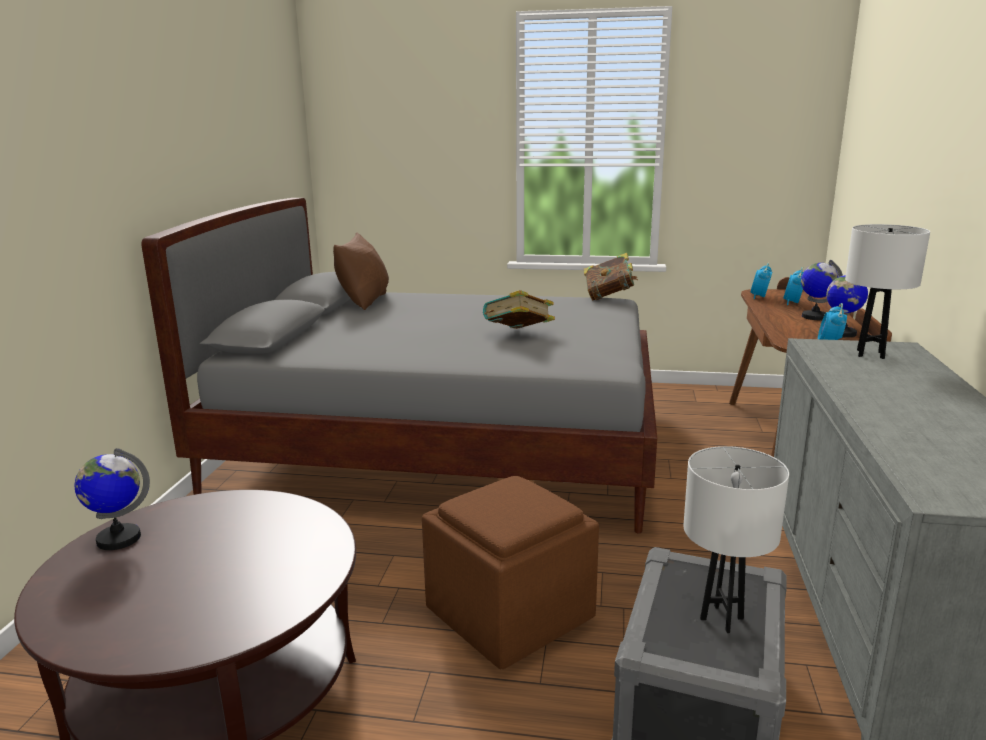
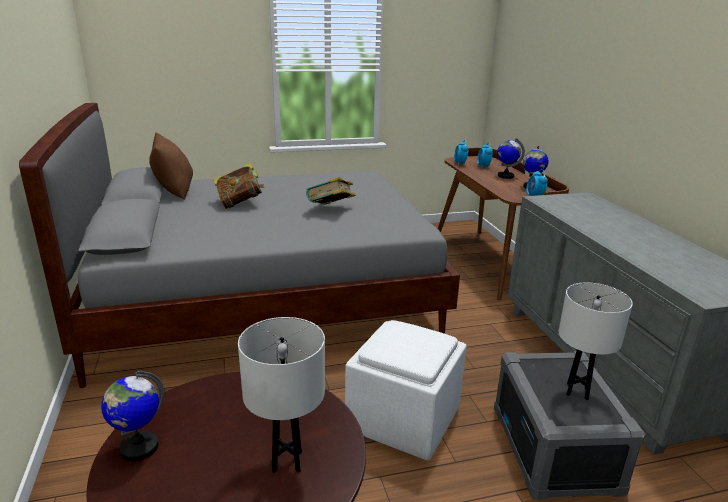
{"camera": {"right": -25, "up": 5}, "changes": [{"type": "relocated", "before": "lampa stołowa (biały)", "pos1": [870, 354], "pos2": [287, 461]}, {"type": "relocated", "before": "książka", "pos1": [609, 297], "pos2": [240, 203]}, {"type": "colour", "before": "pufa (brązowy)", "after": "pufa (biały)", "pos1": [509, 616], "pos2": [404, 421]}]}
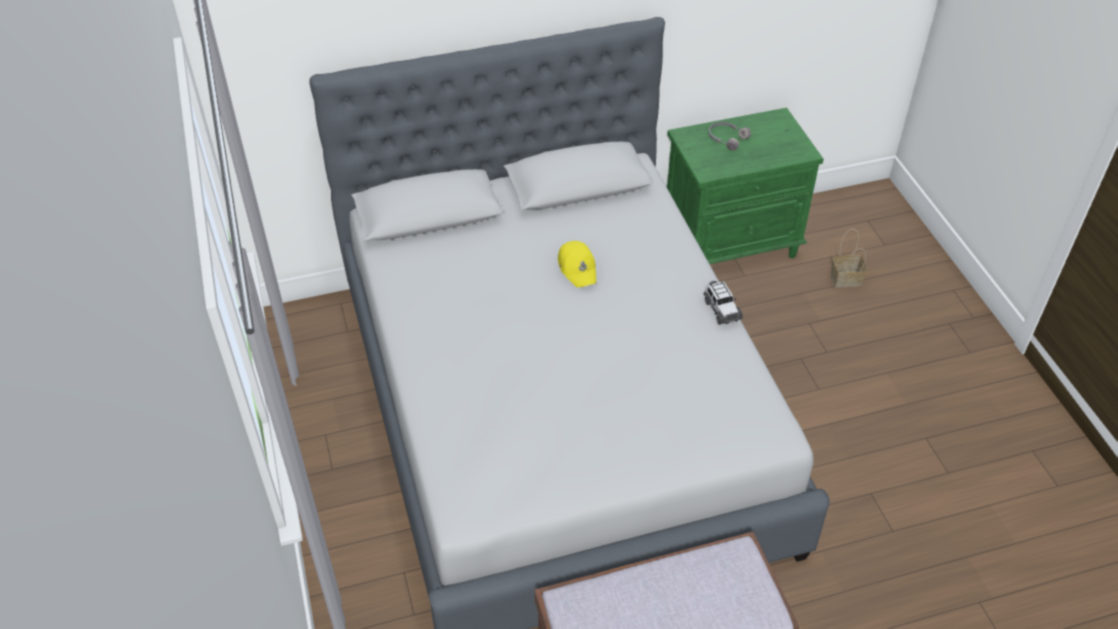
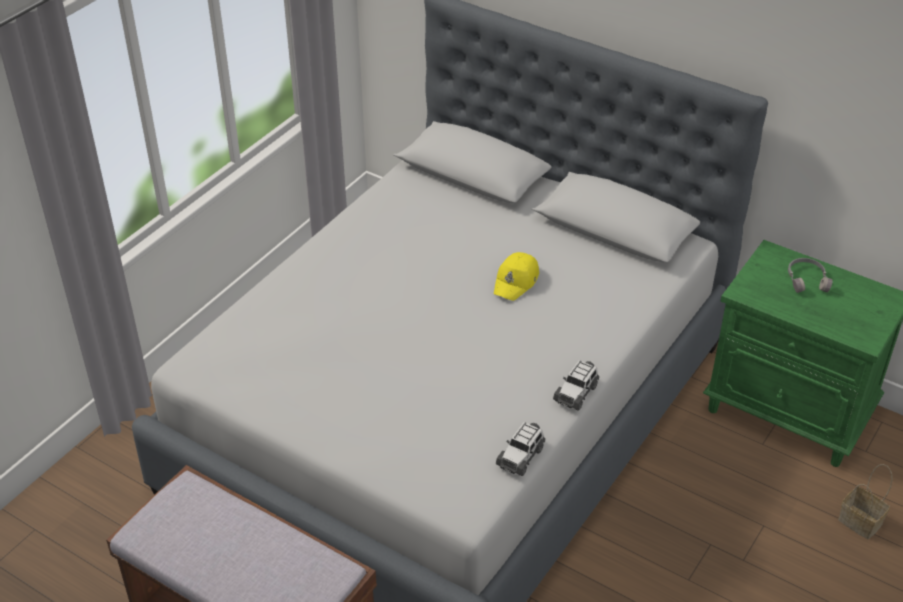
{"camera": {"right": 50, "up": -5}, "changes": [{"type": "appeared", "after": "samochodzik", "pos2": [521, 456]}]}
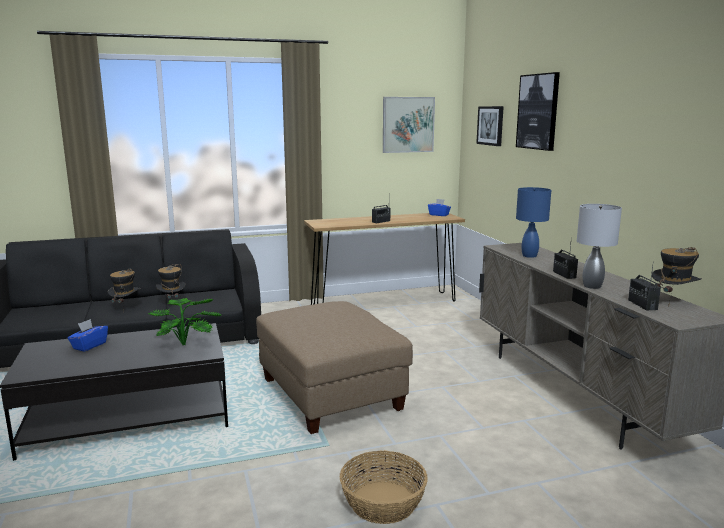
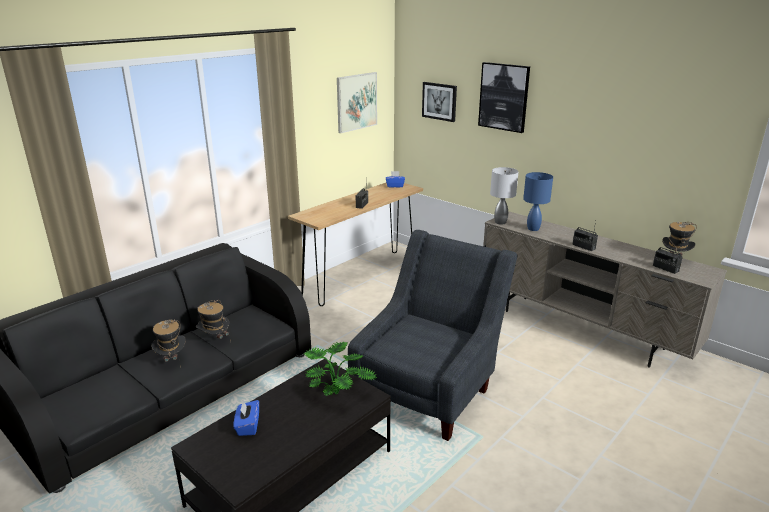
{"camera": {"right": -30, "up": 10}, "changes": [{"type": "relocated", "before": "lampa stołowa (szary)", "pos1": [591, 286], "pos2": [500, 222]}, {"type": "exchanged", "before": "pufa (beżowy)", "after": "fotel (szary)", "pos1": [331, 395], "pos2": [430, 389]}, {"type": "missing", "before": "koszyk", "pos1": [382, 502]}]}
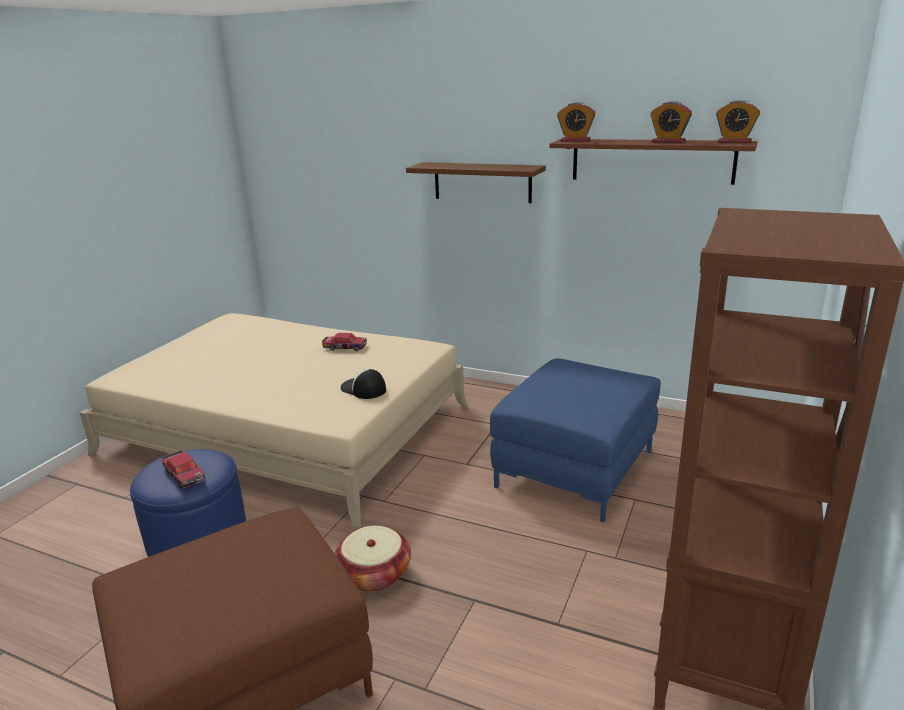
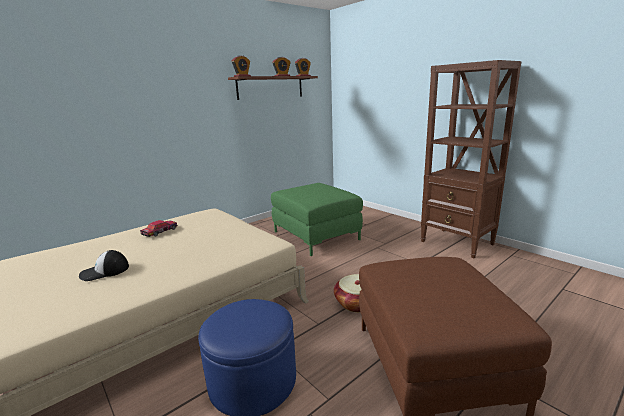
{"camera": {"right": -65, "up": -5}, "changes": [{"type": "missing", "before": "półka (brązowy)", "pos1": [482, 182]}, {"type": "colour", "before": "pufa (niebieski)", "after": "pufa (zielony)", "pos1": [575, 468], "pos2": [315, 235]}, {"type": "relocated", "before": "czapka z daszkiem", "pos1": [363, 389], "pos2": [104, 271]}, {"type": "missing", "before": "samochodzik", "pos1": [184, 475]}]}
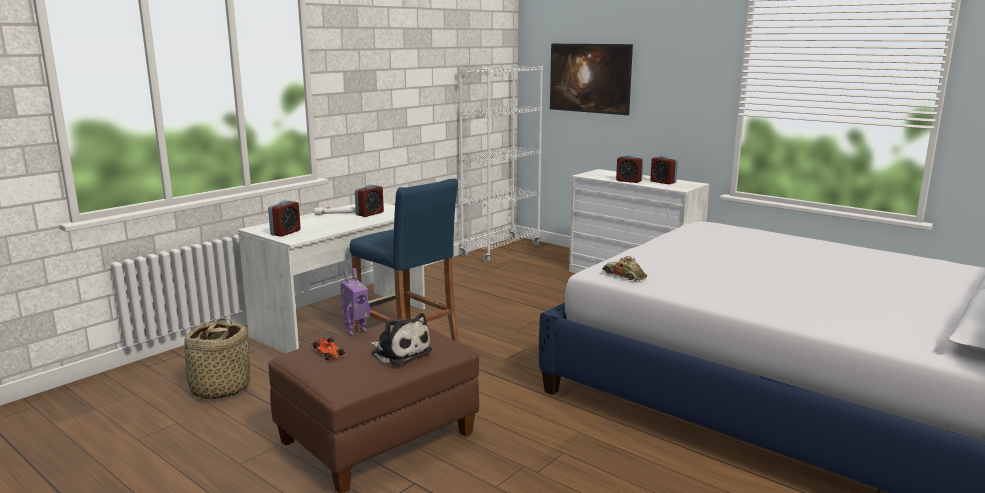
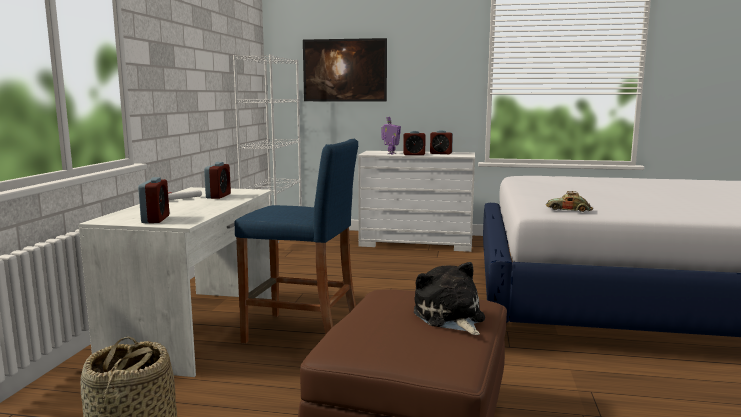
{"camera": {"right": -30, "up": -5}, "changes": [{"type": "relocated", "before": "robot zabawkowy", "pos1": [355, 331], "pos2": [390, 153]}, {"type": "spun", "before": "pluszak", "pos1": [399, 352], "pos2": [450, 317], "turn": -120}, {"type": "missing", "before": "samochodzik", "pos1": [329, 353]}]}
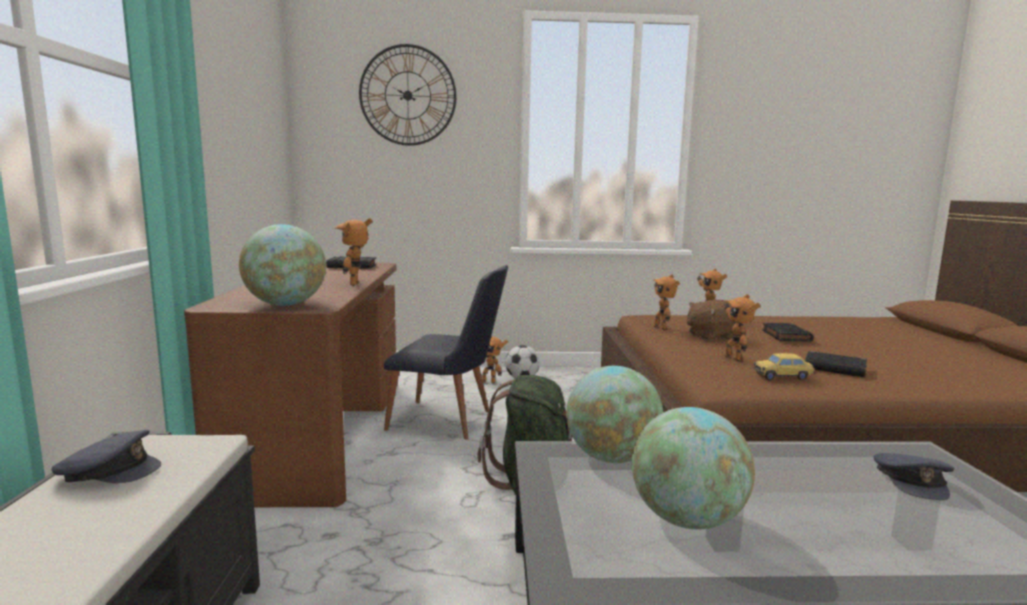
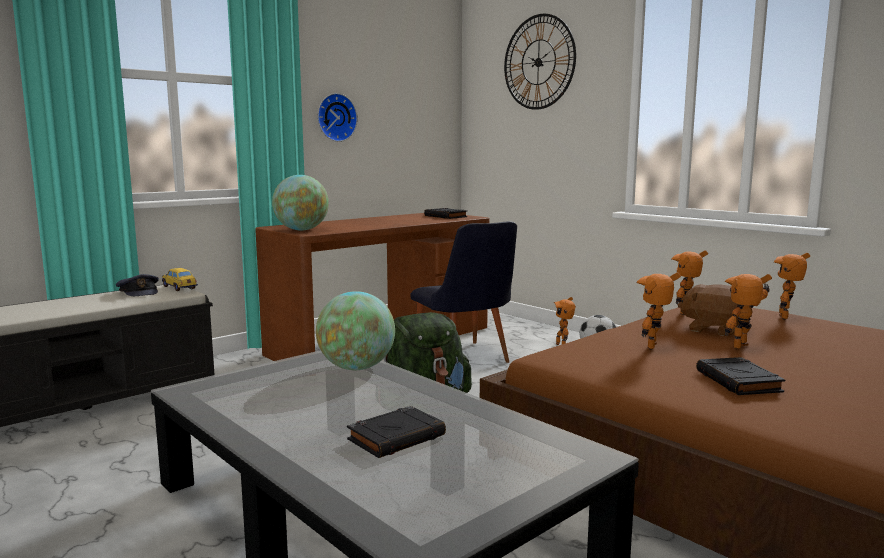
{"camera": {"right": 50, "up": 0}, "changes": [{"type": "relocated", "before": "robot zabawkowy", "pos1": [358, 284], "pos2": [744, 347]}, {"type": "relocated", "before": "książka (czarny)", "pos1": [785, 335], "pos2": [397, 437]}, {"type": "relocated", "before": "samochodzik", "pos1": [782, 377], "pos2": [180, 288]}, {"type": "missing", "before": "globus", "pos1": [687, 519]}, {"type": "missing", "before": "czapka z daszkiem (szary)", "pos1": [912, 481]}, {"type": "appeared", "after": "zegar ścienny", "pos2": [335, 117]}]}
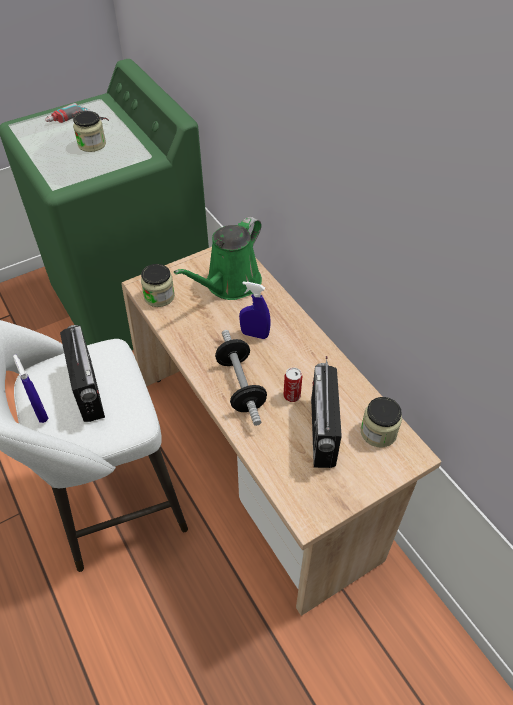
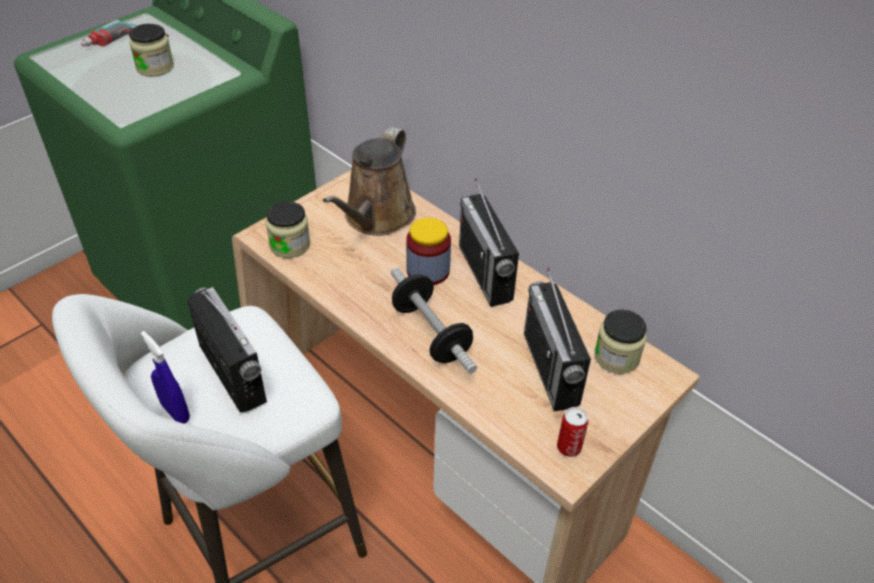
{"camera": {"right": -15, "up": -5}, "changes": [{"type": "colour", "before": "konewka (zielony)", "after": "konewka (brązowy)", "pos1": [230, 284], "pos2": [376, 218]}, {"type": "exchanged", "before": "spryskiwacz (niebieski)", "after": "słoik", "pos1": [254, 334], "pos2": [428, 271]}, {"type": "relocated", "before": "puszka", "pos1": [292, 396], "pos2": [569, 447]}, {"type": "appeared", "after": "radio", "pos2": [485, 273]}]}
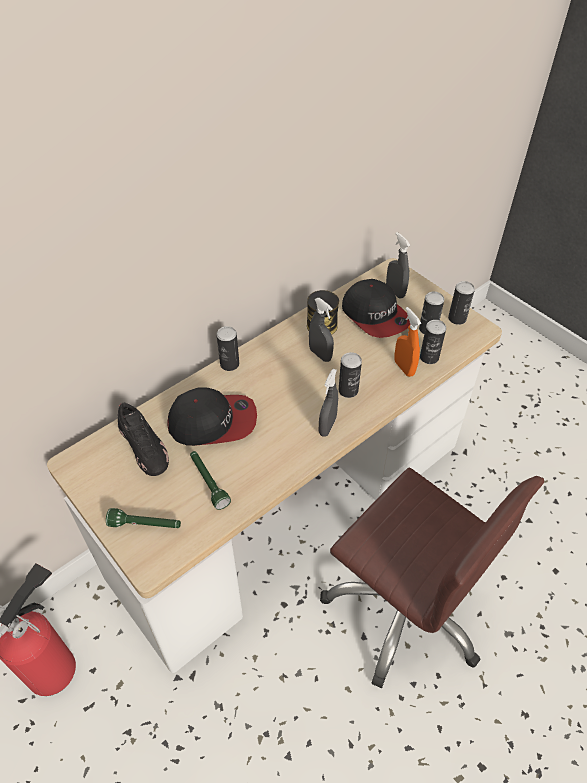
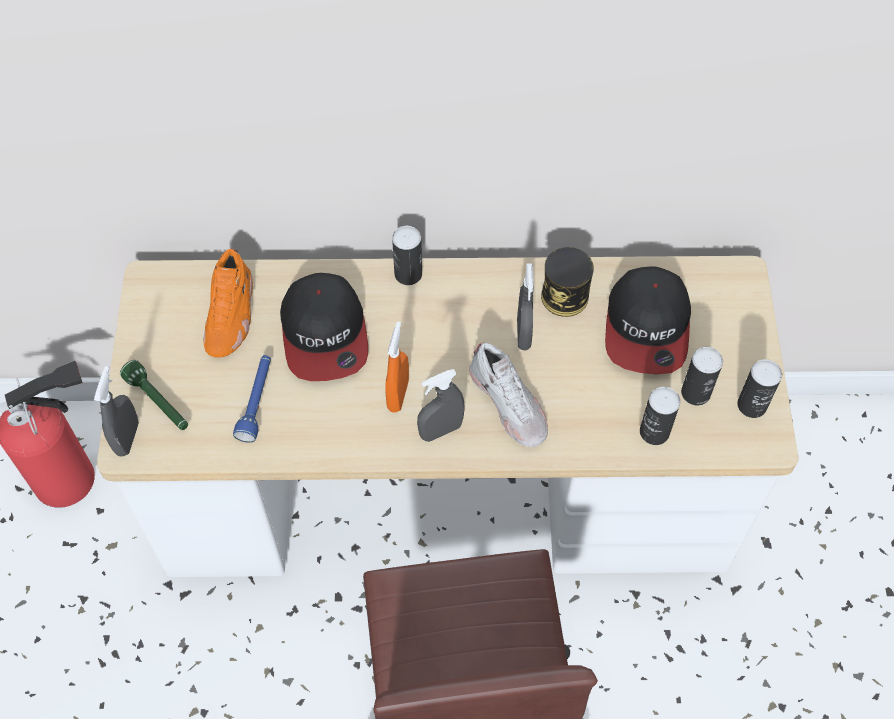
{"camera": {"right": 40, "up": 10}, "changes": [{"type": "relocated", "before": "spryskiwacz (szary)", "pos1": [395, 291], "pos2": [127, 438]}, {"type": "relocated", "before": "spryskiwacz (pomarańczowy)", "pos1": [404, 368], "pos2": [398, 395]}, {"type": "exchanged", "before": "puszka", "after": "but (biały)", "pos1": [348, 390], "pos2": [509, 404]}, {"type": "spun", "before": "czapka z daszkiem", "pos1": [213, 421], "pos2": [325, 334], "turn": 45}, {"type": "colour", "before": "but (czarny)", "after": "but (pomarańczowy)", "pos1": [145, 448], "pos2": [231, 315]}, {"type": "colour", "before": "latarka (zielony)", "after": "latarka (niebieski)", "pos1": [208, 482], "pos2": [257, 402]}]}
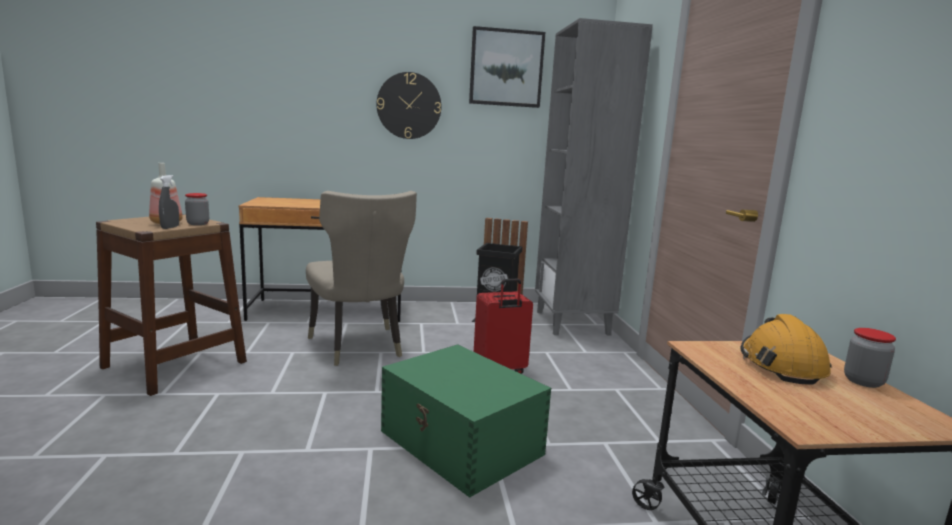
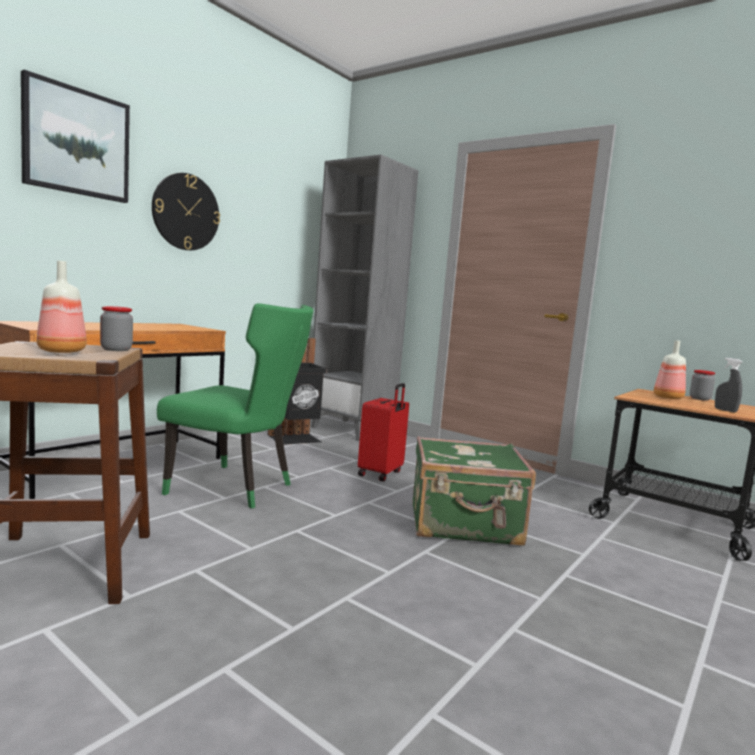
{"camera": {"right": -45, "up": -5}, "changes": [{"type": "relocated", "before": "obraz", "pos1": [506, 68], "pos2": [76, 142]}, {"type": "relocated", "before": "spryskiwacz (szary)", "pos1": [170, 227], "pos2": [725, 410]}, {"type": "colour", "before": "krzesło (beżowy)", "after": "krzesło (zielony)", "pos1": [359, 347], "pos2": [236, 488]}, {"type": "exchanged", "before": "kask (pomarańczowy)", "after": "butelka", "pos1": [781, 364], "pos2": [668, 398]}, {"type": "exchanged", "before": "pojemnik do przechowywania (zielony)", "after": "walizka (zielony)", "pos1": [461, 443], "pos2": [465, 525]}]}
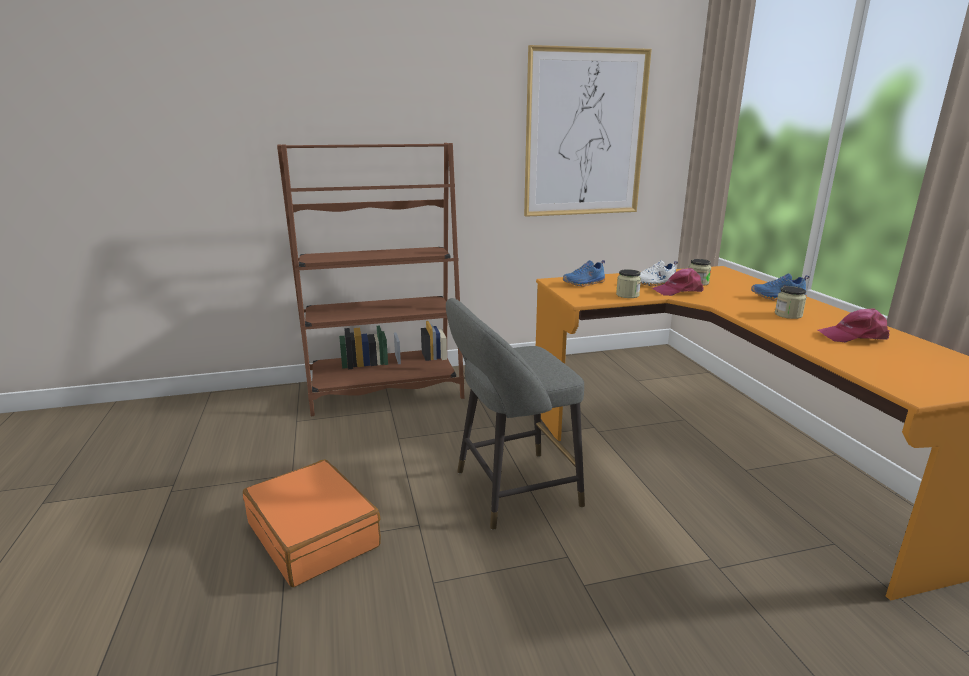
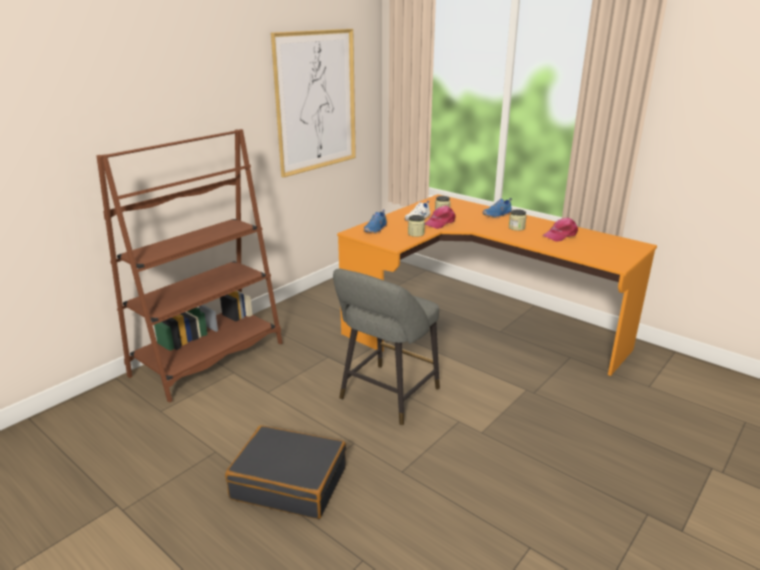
{"camera": {"right": -35, "up": 5}, "changes": [{"type": "colour", "before": "walizka (pomarańczowy)", "after": "walizka (czarny)", "pos1": [314, 534], "pos2": [289, 482]}]}
